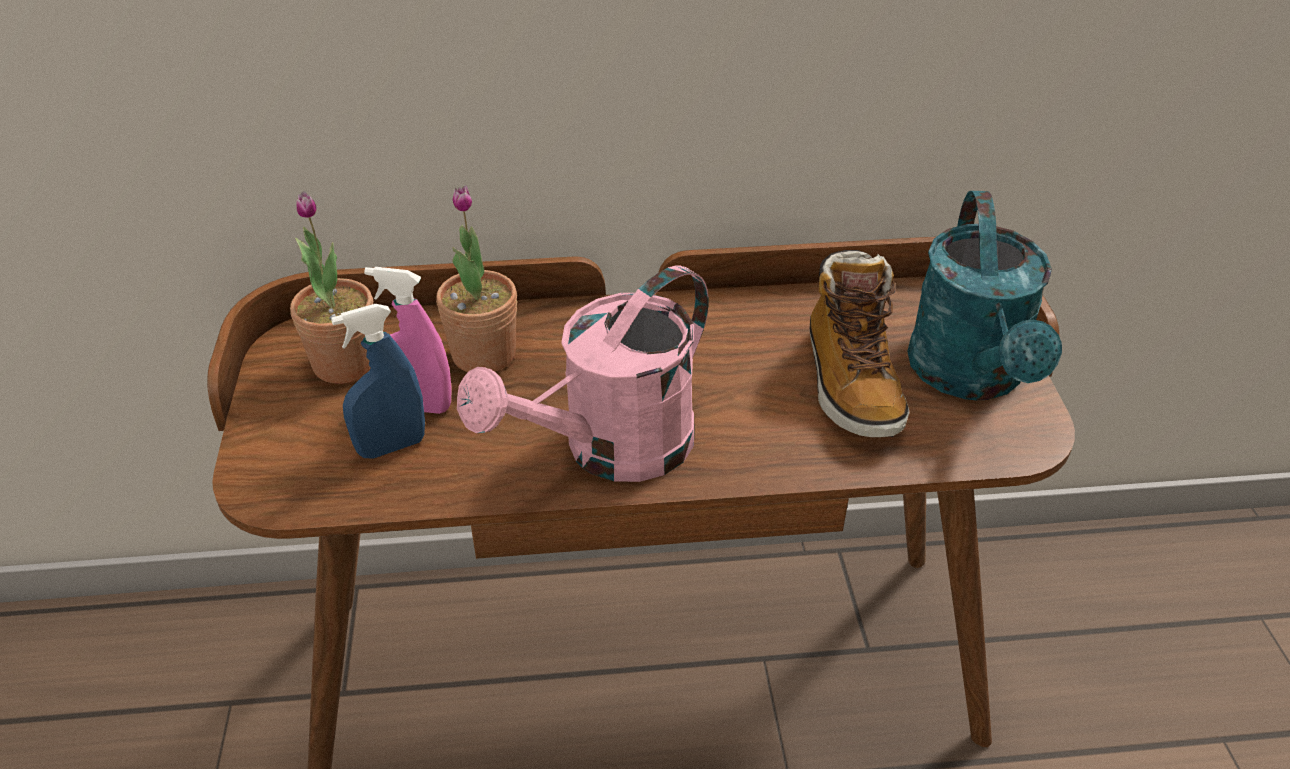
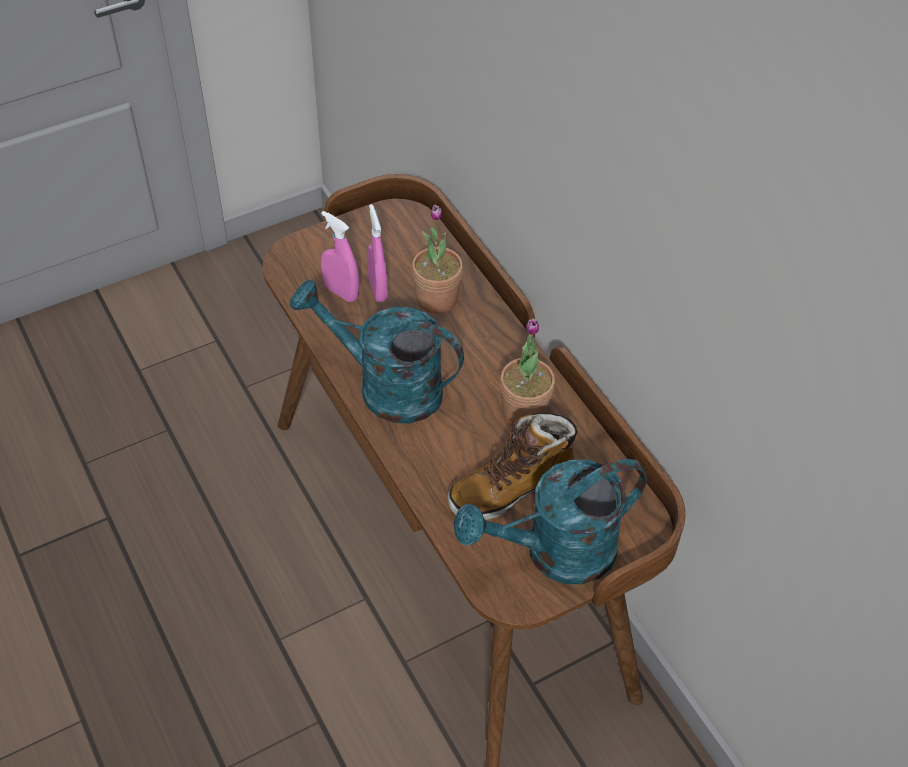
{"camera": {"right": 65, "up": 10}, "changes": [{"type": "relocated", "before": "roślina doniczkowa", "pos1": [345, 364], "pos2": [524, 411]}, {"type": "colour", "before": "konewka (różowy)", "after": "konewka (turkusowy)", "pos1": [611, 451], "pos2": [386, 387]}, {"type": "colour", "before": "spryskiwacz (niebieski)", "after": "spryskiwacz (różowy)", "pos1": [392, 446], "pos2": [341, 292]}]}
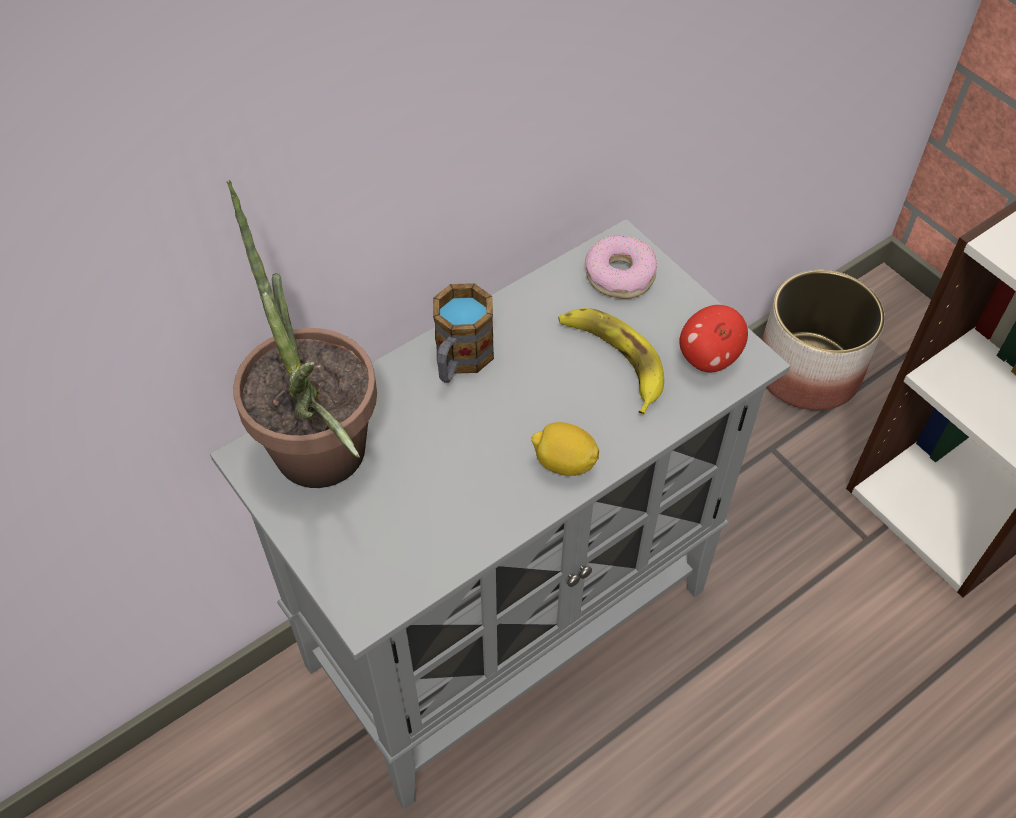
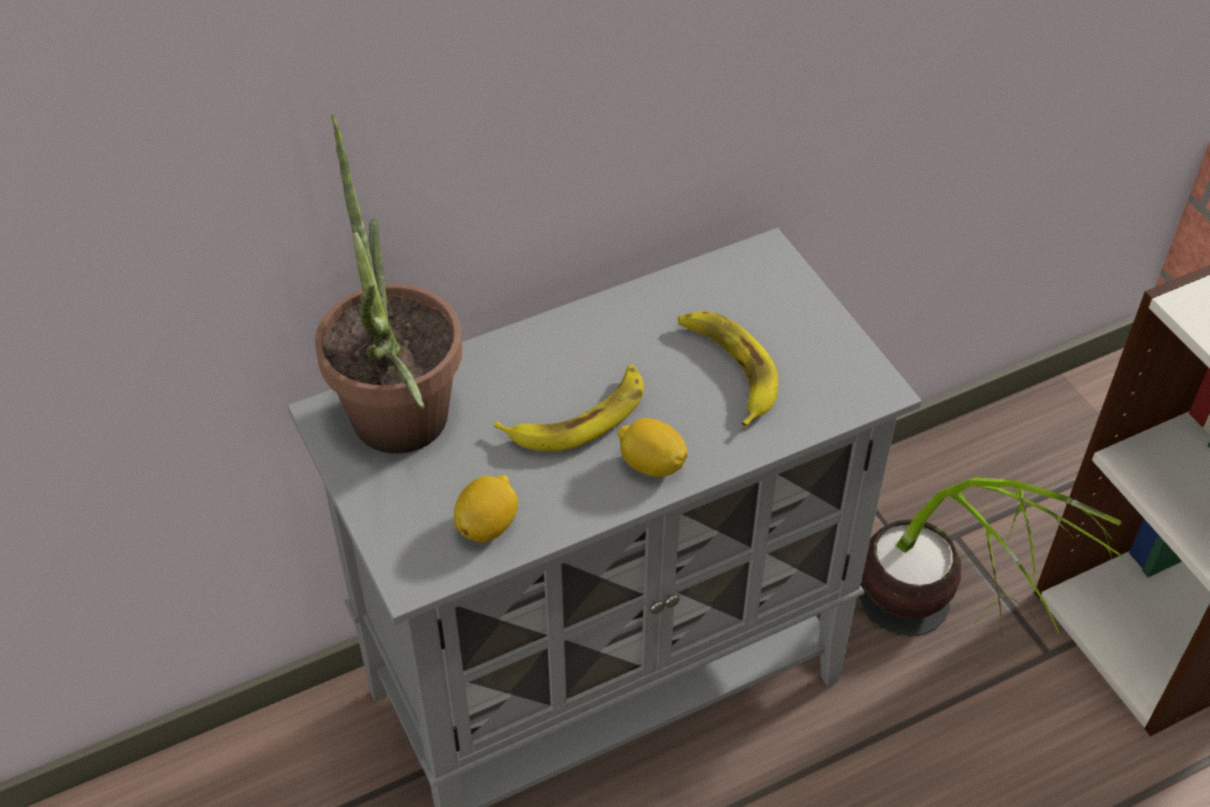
{"camera": {"right": 10, "up": -5}, "changes": [{"type": "missing", "before": "donut", "pos1": [620, 275]}, {"type": "missing", "before": "donica", "pos1": [809, 372]}, {"type": "missing", "before": "kubek", "pos1": [459, 360]}, {"type": "missing", "before": "jabłko", "pos1": [708, 358]}, {"type": "appeared", "after": "banan", "pos2": [579, 417]}, {"type": "appeared", "after": "cytryna", "pos2": [487, 525]}, {"type": "appeared", "after": "roślina doniczkowa", "pos2": [941, 638]}]}
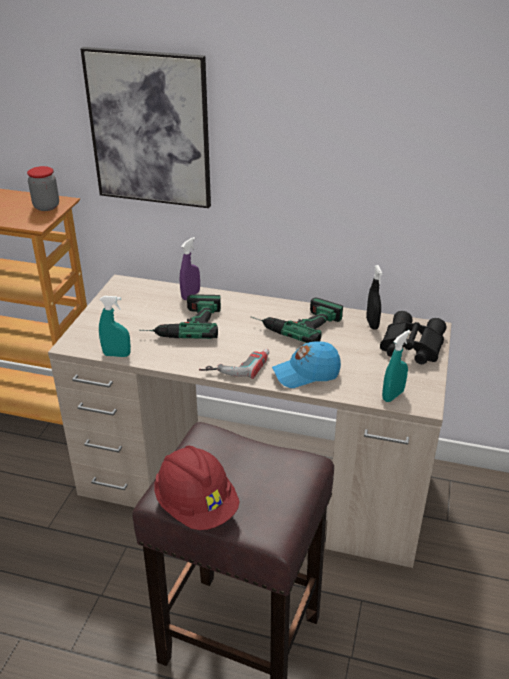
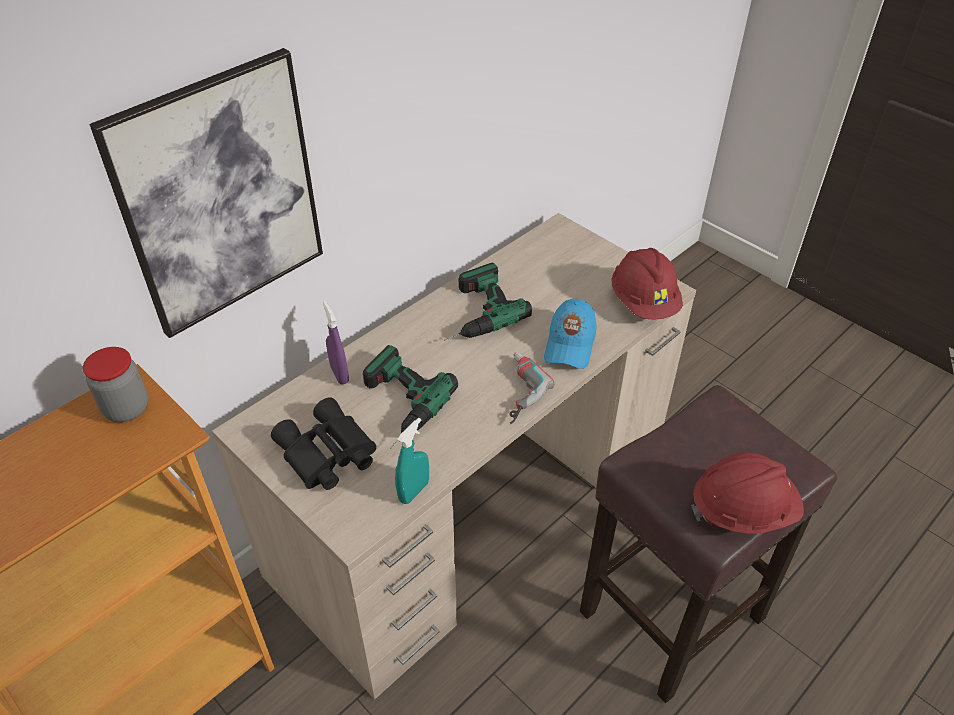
{"camera": {"right": -60, "up": 10}, "changes": [{"type": "missing", "before": "spryskiwacz (czarny)", "pos1": [372, 324]}, {"type": "relocated", "before": "lornetka (czarny)", "pos1": [410, 346], "pos2": [326, 455]}, {"type": "exchanged", "before": "spryskiwacz (turkusowy)", "after": "kask (czerwony)", "pos1": [393, 395], "pos2": [644, 302]}]}
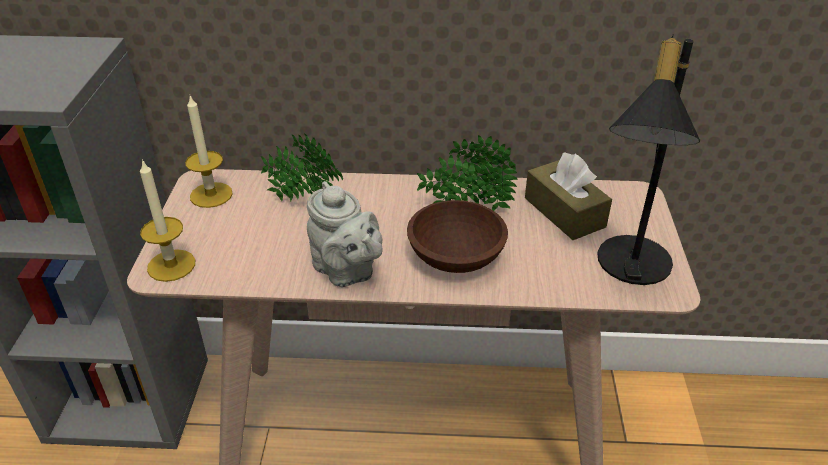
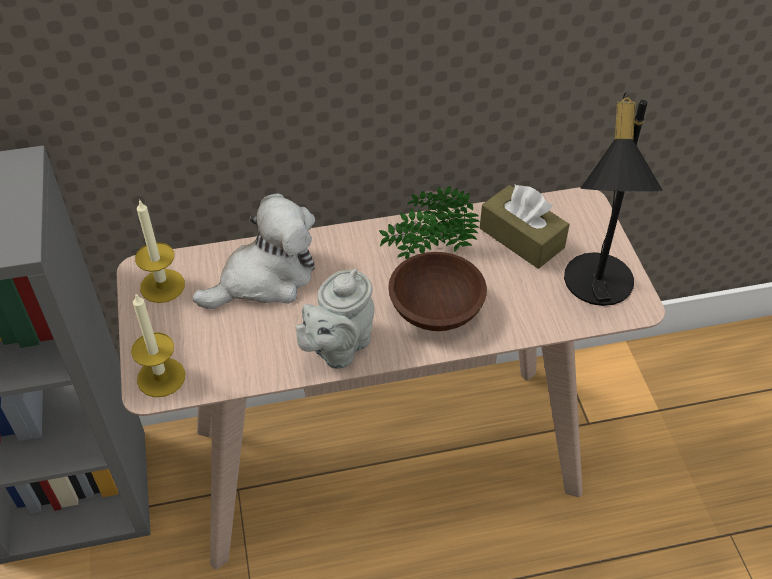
{"camera": {"right": -15, "up": 10}, "changes": [{"type": "exchanged", "before": "roślina doniczkowa", "after": "pluszak", "pos1": [304, 204], "pos2": [265, 278]}, {"type": "spun", "before": "imbryk (szary)", "pos1": [346, 271], "pos2": [338, 348], "turn": 90}]}
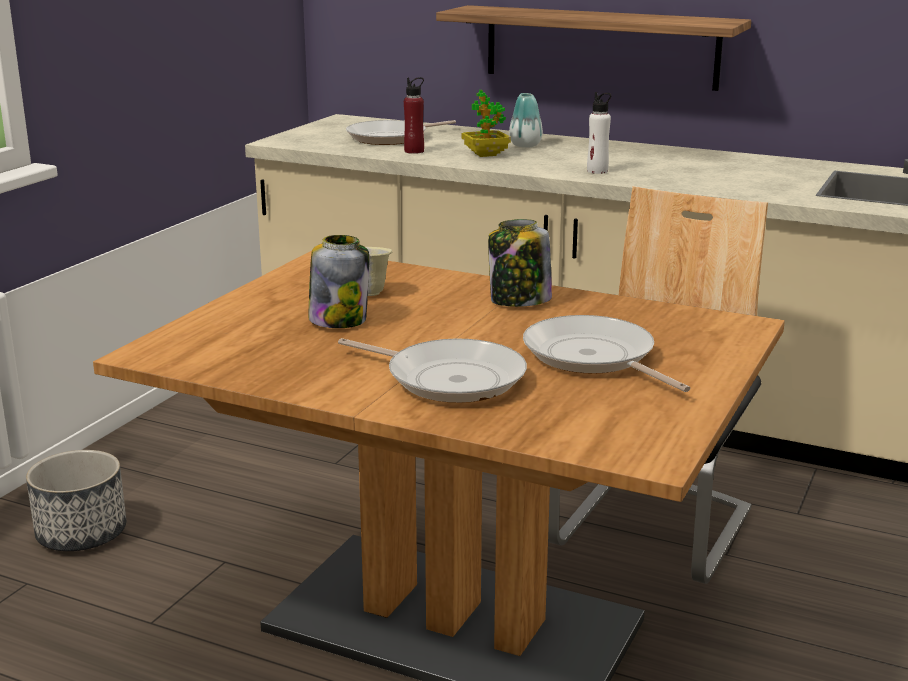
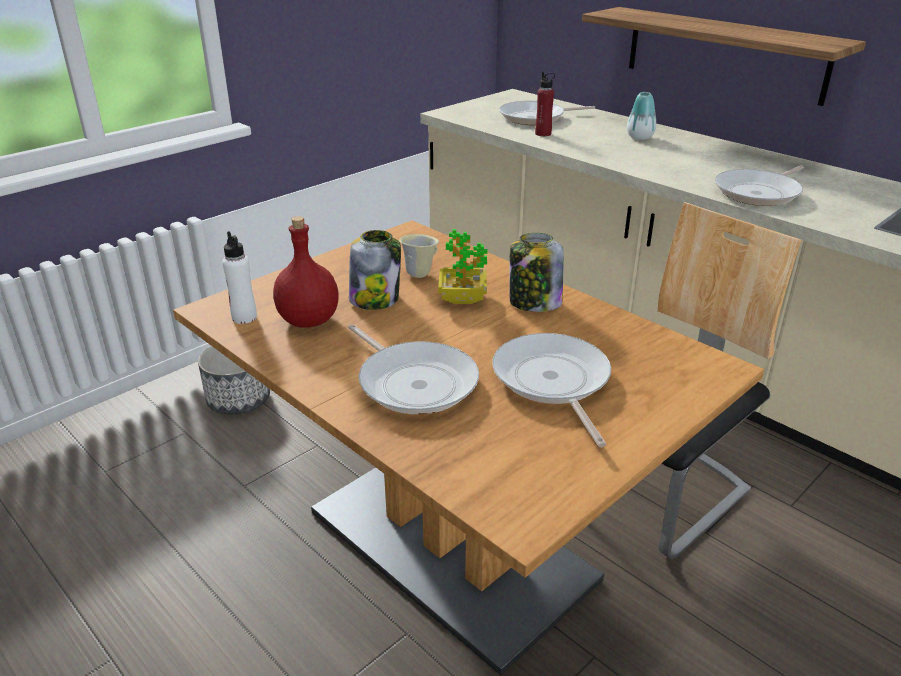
{"camera": {"right": 20, "up": 10}, "changes": [{"type": "relocated", "before": "roślina doniczkowa", "pos1": [485, 154], "pos2": [462, 299]}, {"type": "relocated", "before": "butelka (biały)", "pos1": [597, 171], "pos2": [244, 317]}, {"type": "appeared", "after": "patelnia", "pos2": [760, 192]}, {"type": "appeared", "after": "butelka (czerwony)", "pos2": [308, 321]}]}
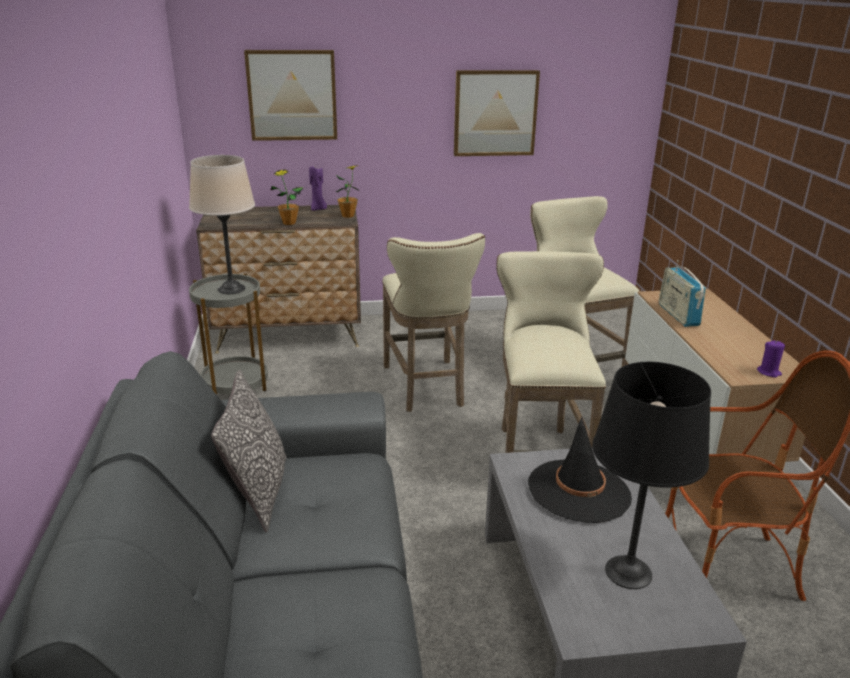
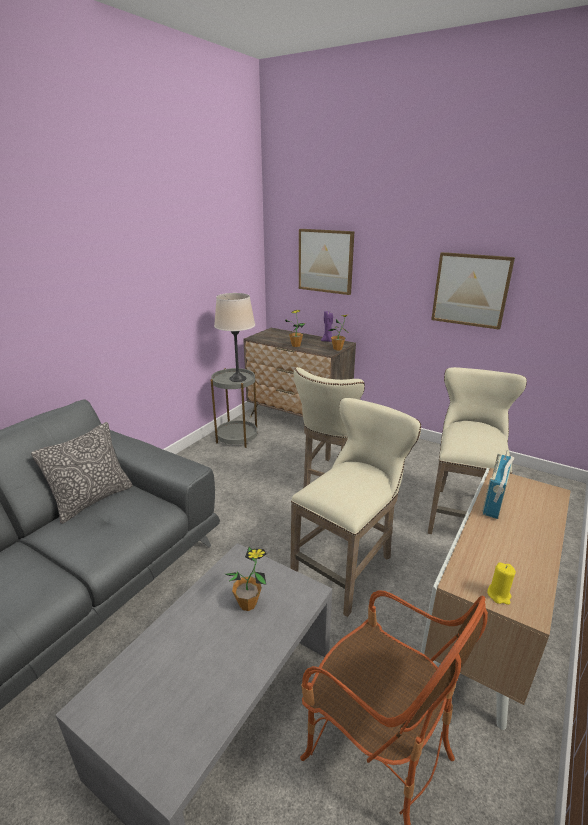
{"camera": {"right": 40, "up": 0}, "changes": [{"type": "colour", "before": "świeca (fioletowy)", "after": "świeca (żółty)", "pos1": [769, 372], "pos2": [499, 595]}, {"type": "missing", "before": "lampa stołowa (czarny)", "pos1": [628, 572]}, {"type": "exchanged", "before": "kapelusz (czarny)", "after": "roślina doniczkowa", "pos1": [579, 491], "pos2": [248, 604]}]}
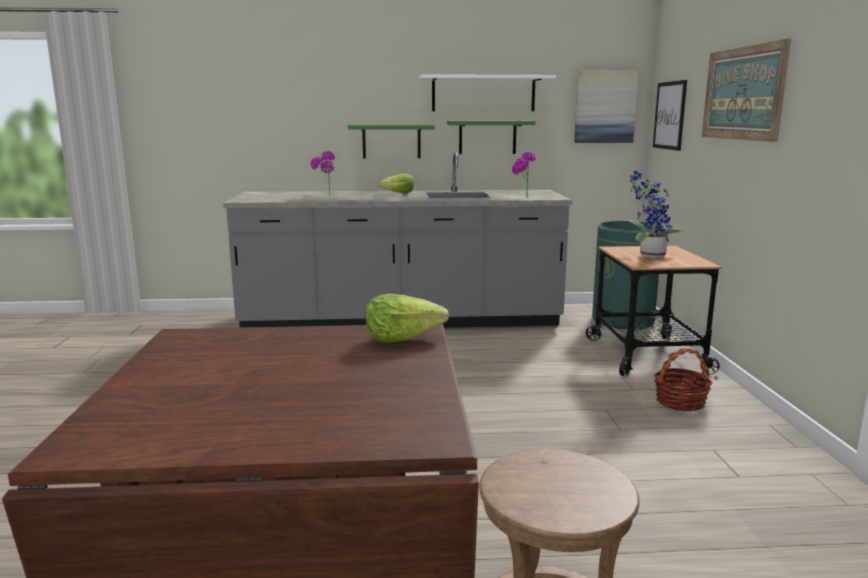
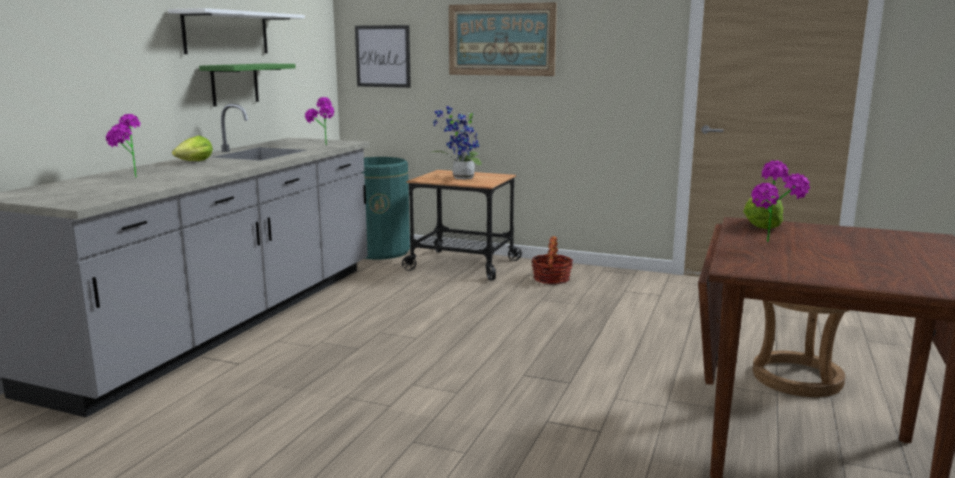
{"camera": {"right": -65, "up": 0}, "changes": [{"type": "missing", "before": "obraz", "pos1": [605, 106]}, {"type": "missing", "before": "półka (zielony)", "pos1": [391, 141]}, {"type": "appeared", "after": "roślina doniczkowa", "pos2": [773, 244]}]}
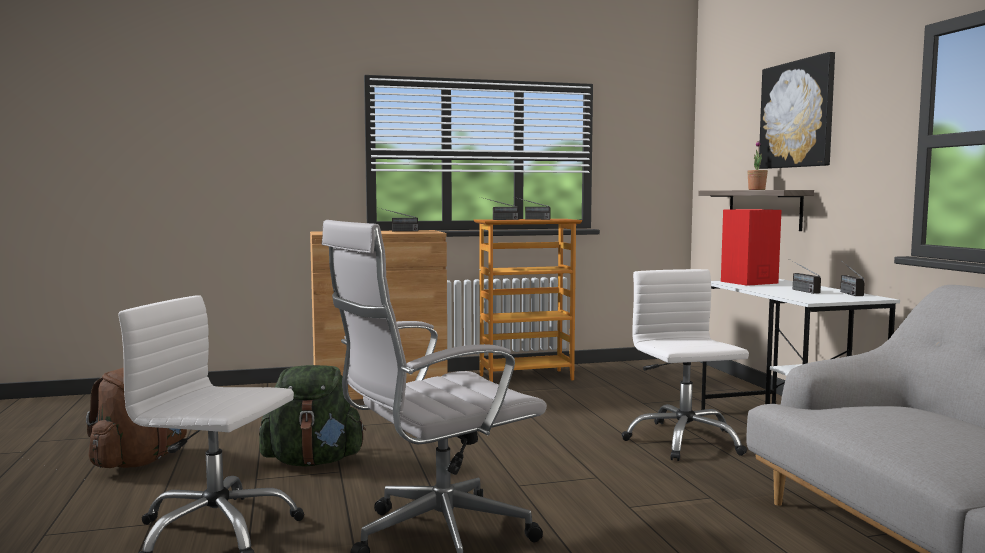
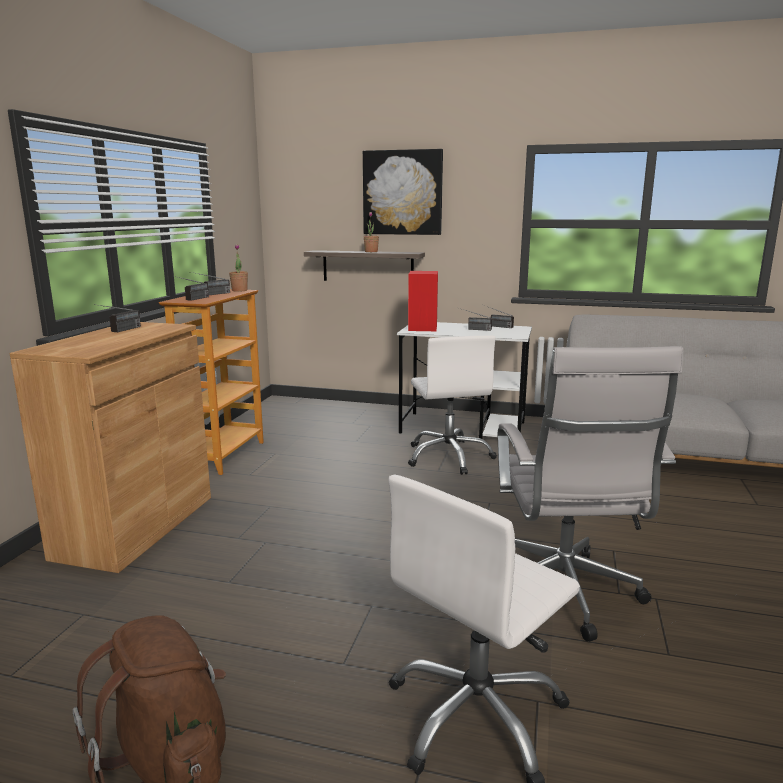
{"camera": {"right": -60, "up": 10}, "changes": [{"type": "spun", "before": "krzesło biurowe (biały)", "pos1": [683, 441], "pos2": [449, 457], "turn": -120}, {"type": "missing", "before": "plecak (zielony)", "pos1": [313, 461]}, {"type": "appeared", "after": "roślina doniczkowa", "pos2": [239, 290]}]}
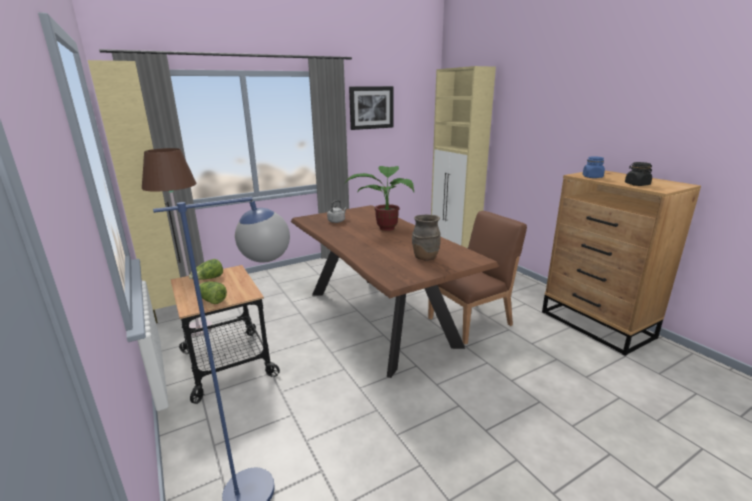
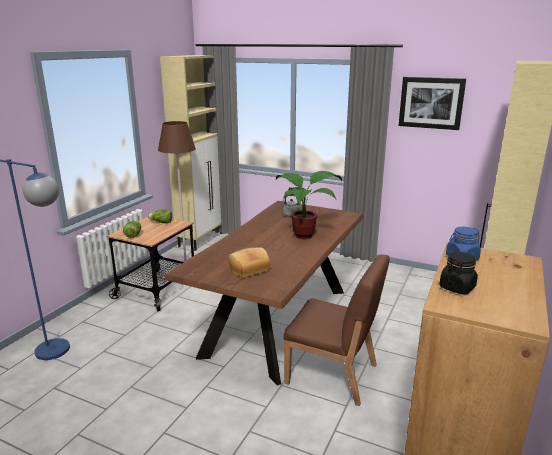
{"camera": {"right": 55, "up": 0}, "changes": [{"type": "exchanged", "before": "wazon (brązowy)", "after": "chleb", "pos1": [425, 258], "pos2": [248, 269]}]}
